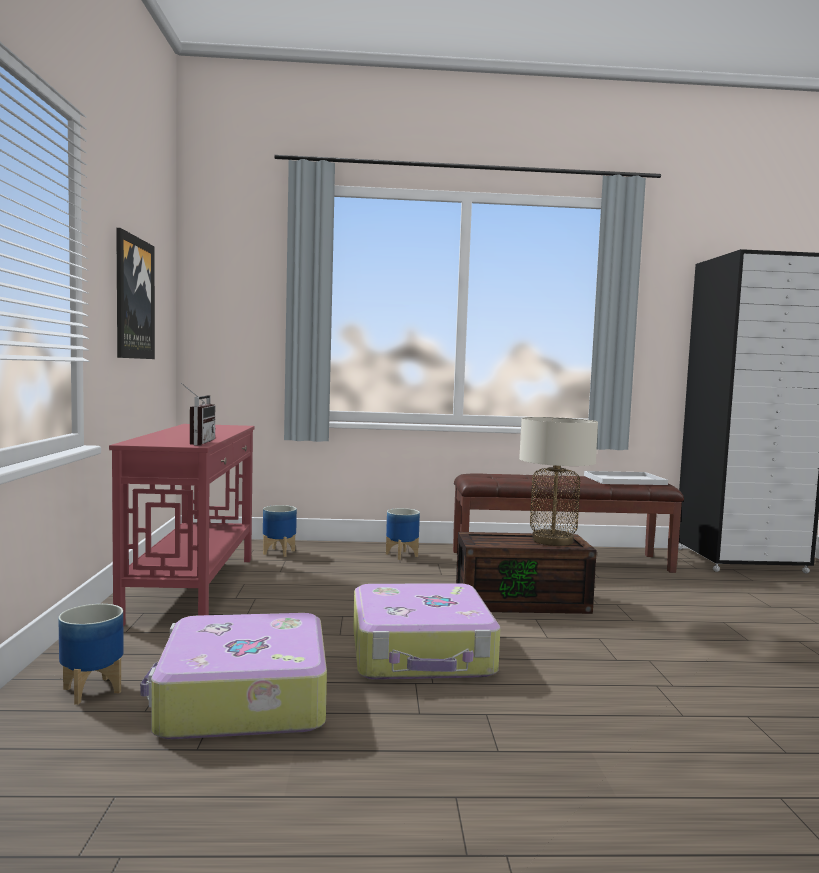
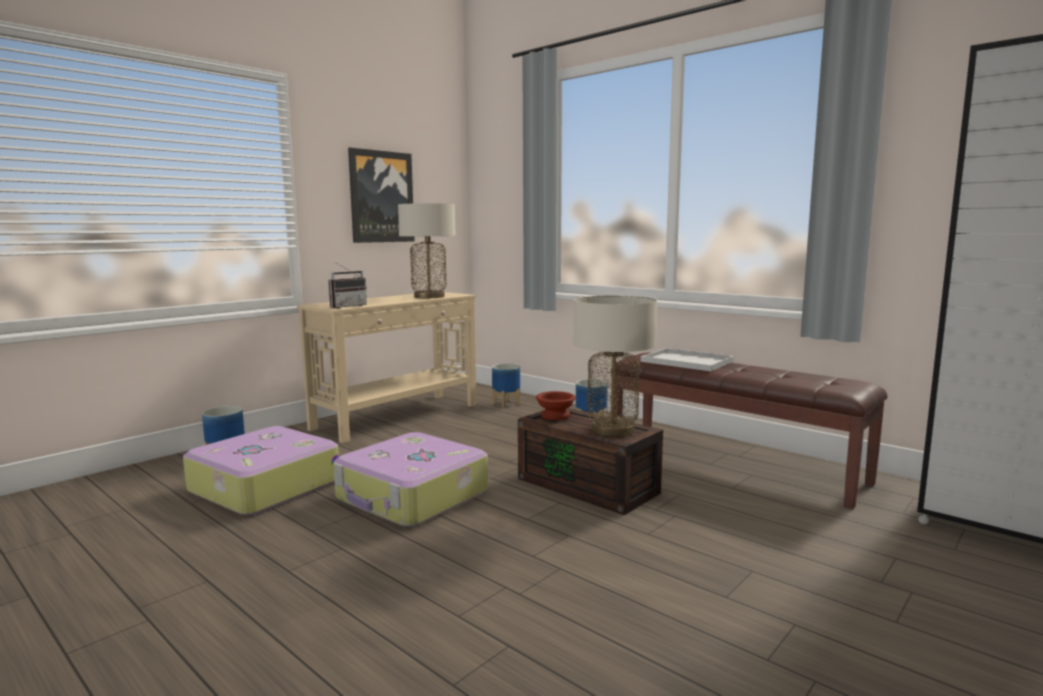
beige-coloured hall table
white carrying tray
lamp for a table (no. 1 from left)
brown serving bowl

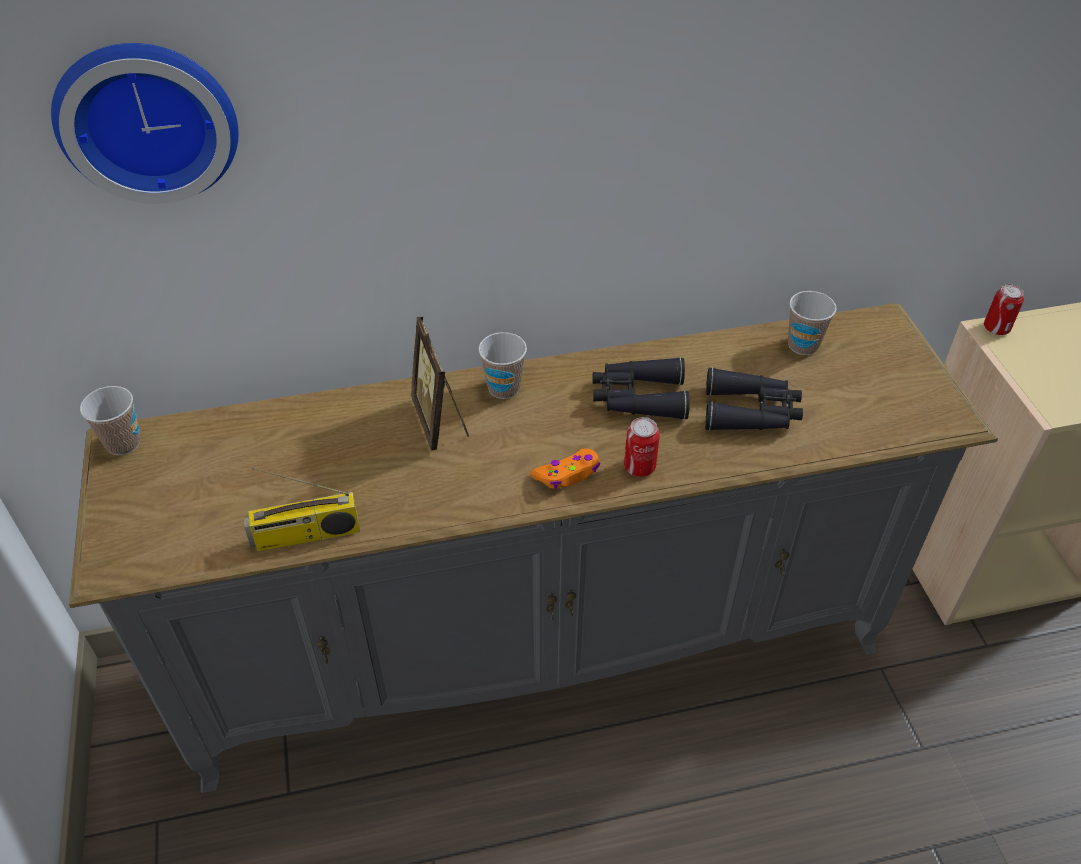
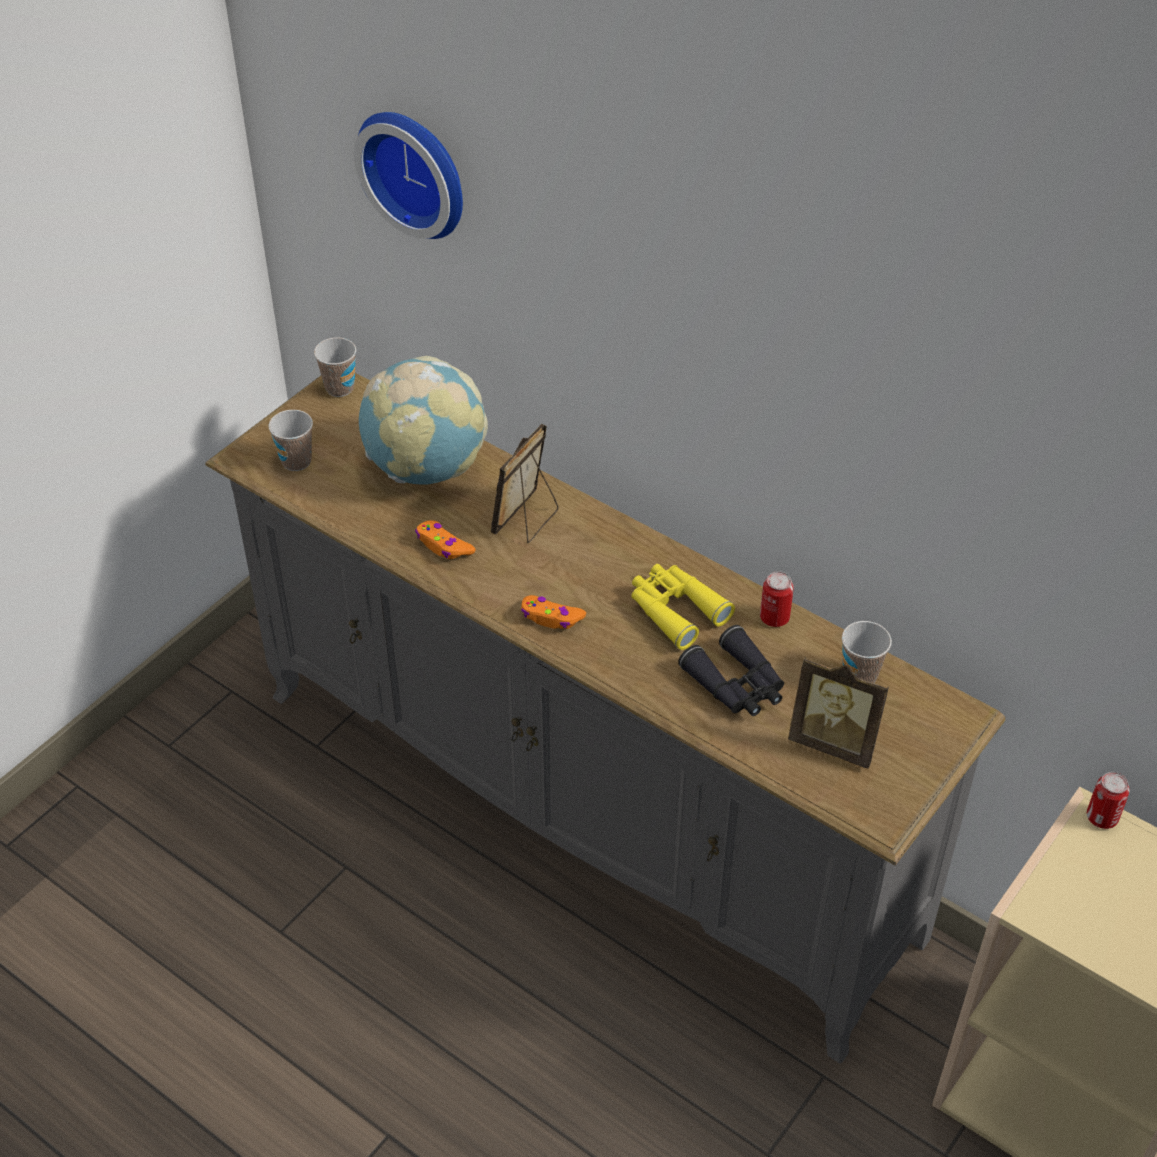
radio set
cup (no. 1 from left)
yellow binoculars
sealed can (no. 1 from left)
desk globe
orange game controller (no. 1 from left)
standing frame (no. 2 from left)

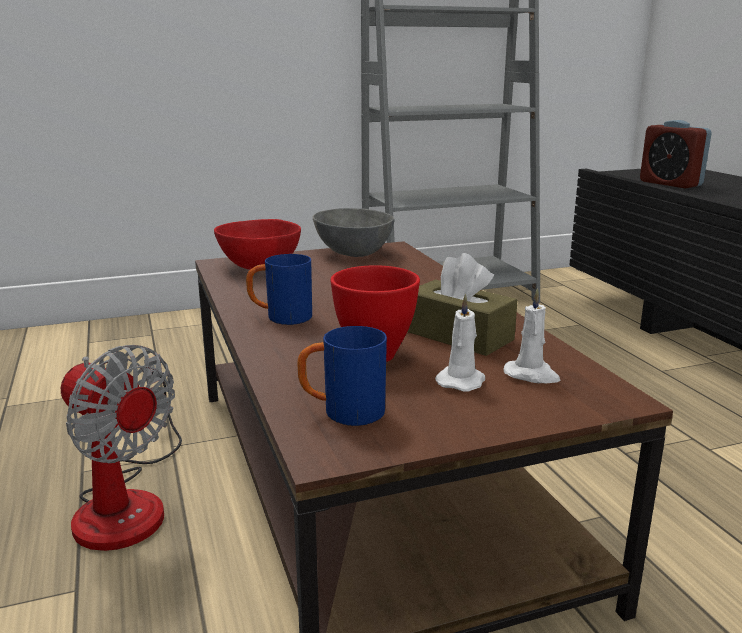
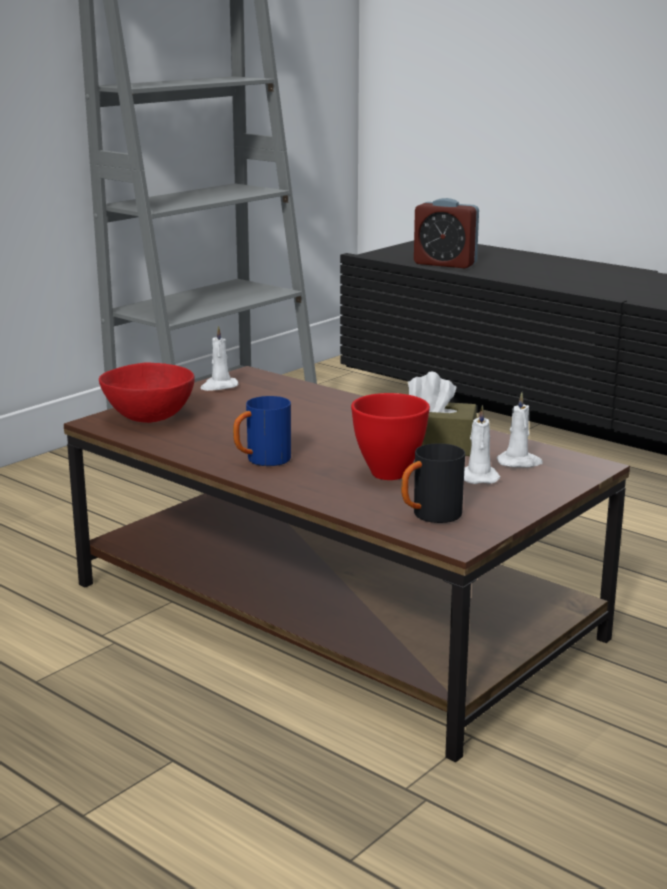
fan
blackish mug
white wax candle (no. 1 from left)

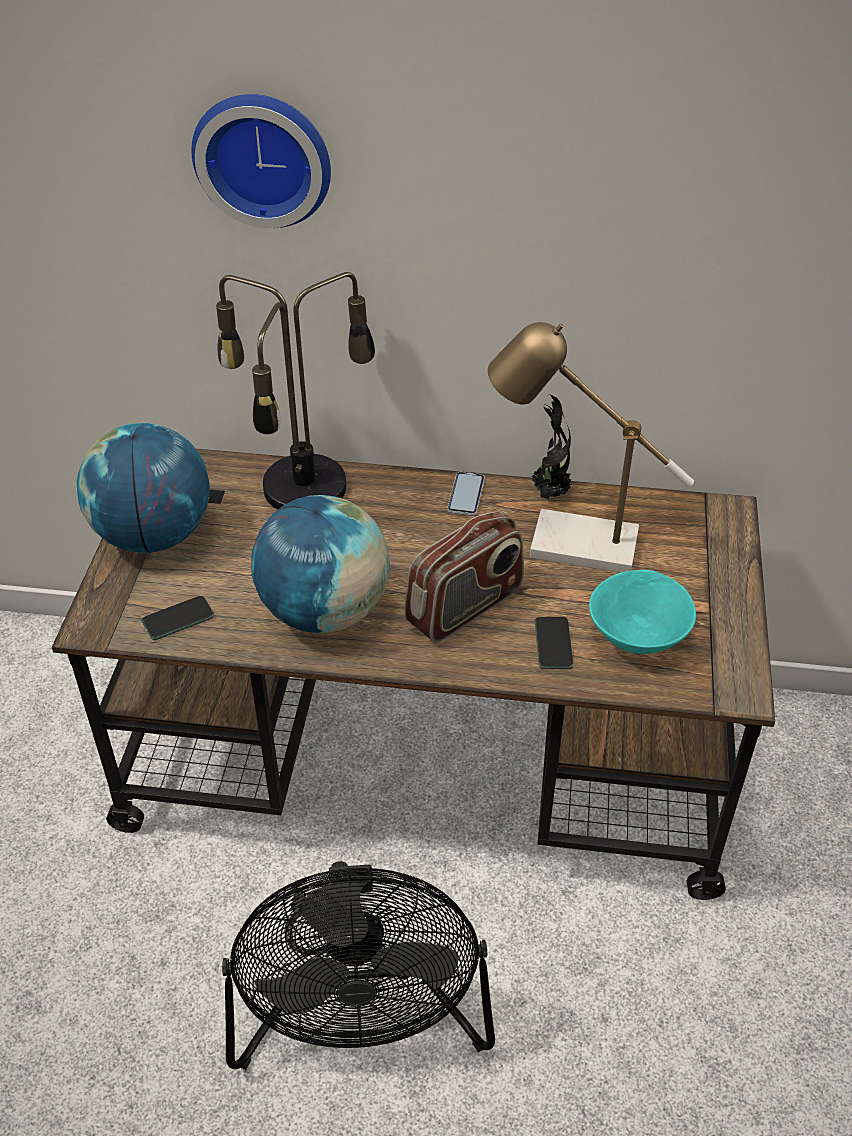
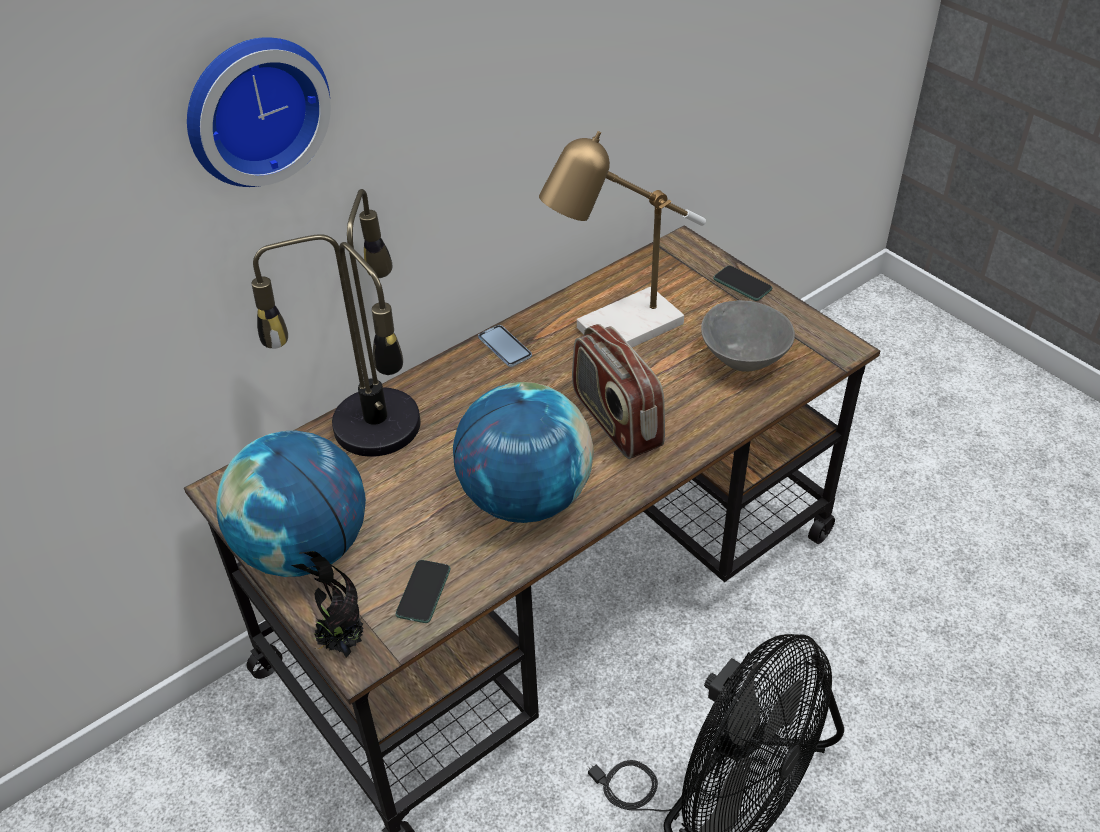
radio set
plant in a pot
phone (no. 3 from left)
gray serving bowl

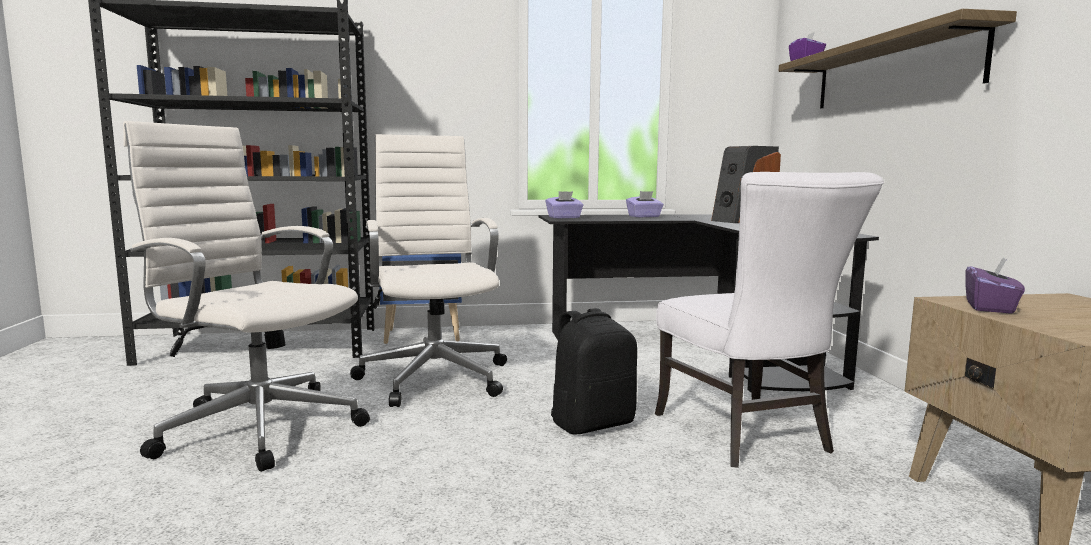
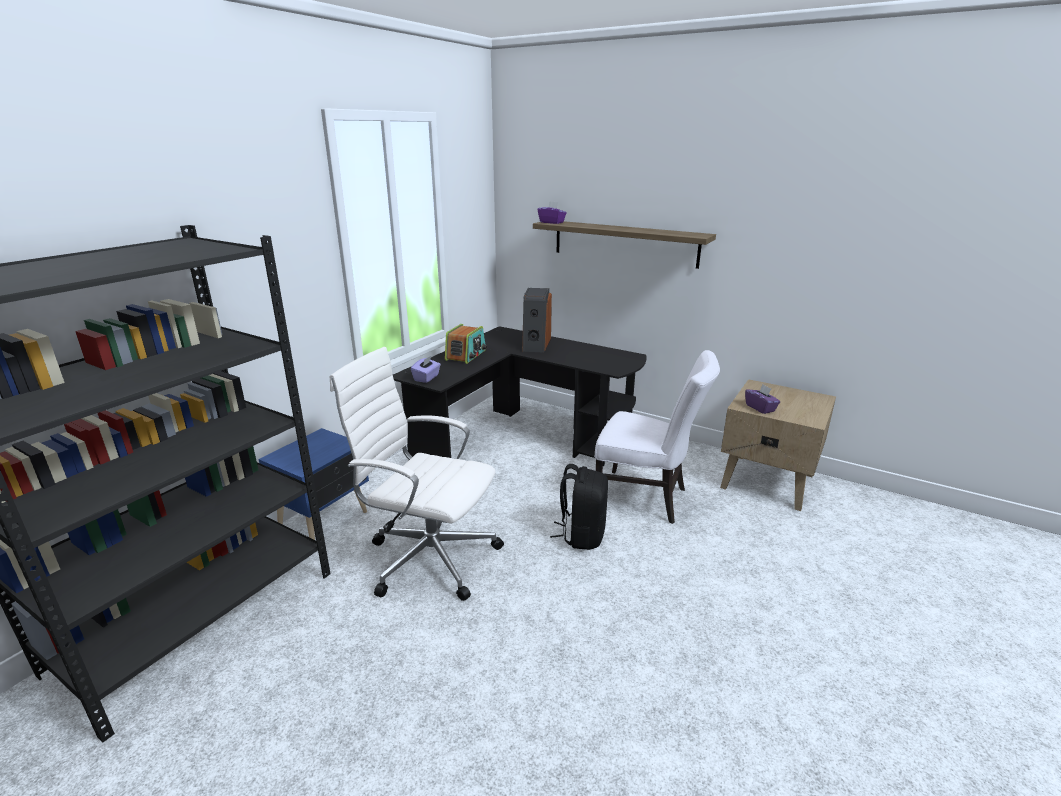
white office chair (no. 1 from left in the first image)
radio set

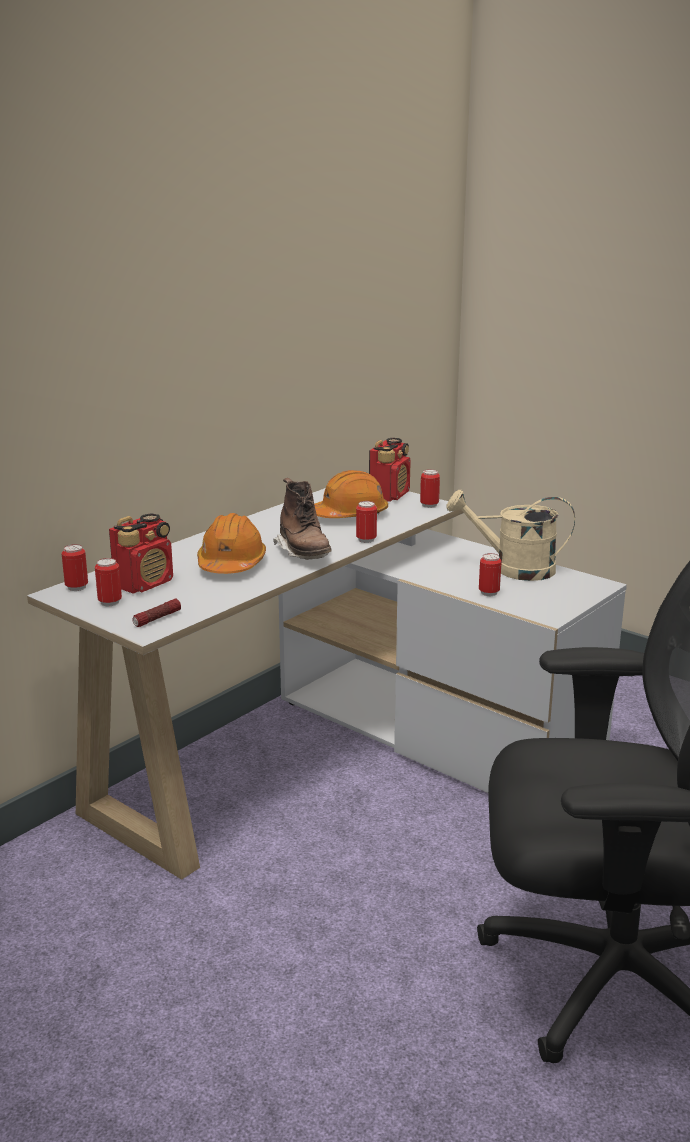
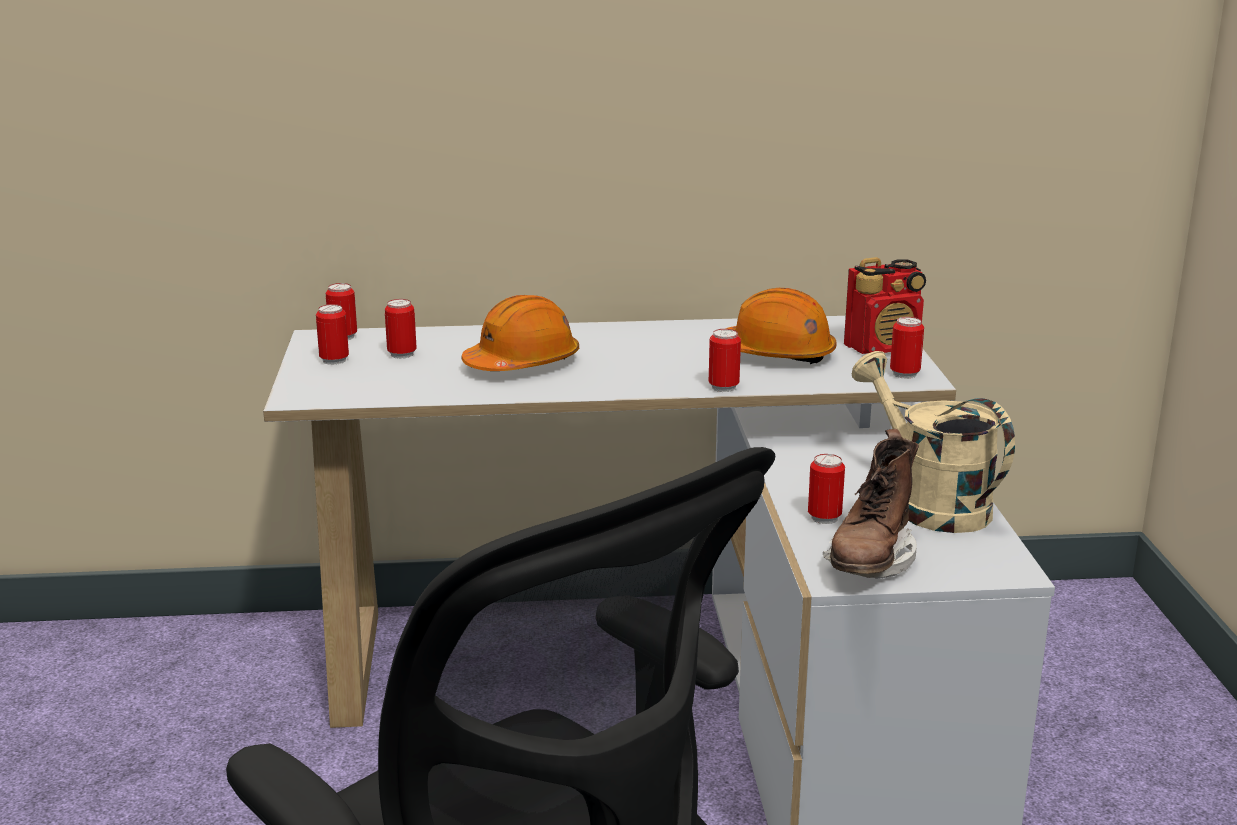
sealed can (no. 3 from left)
flashlight
brown high-top boot

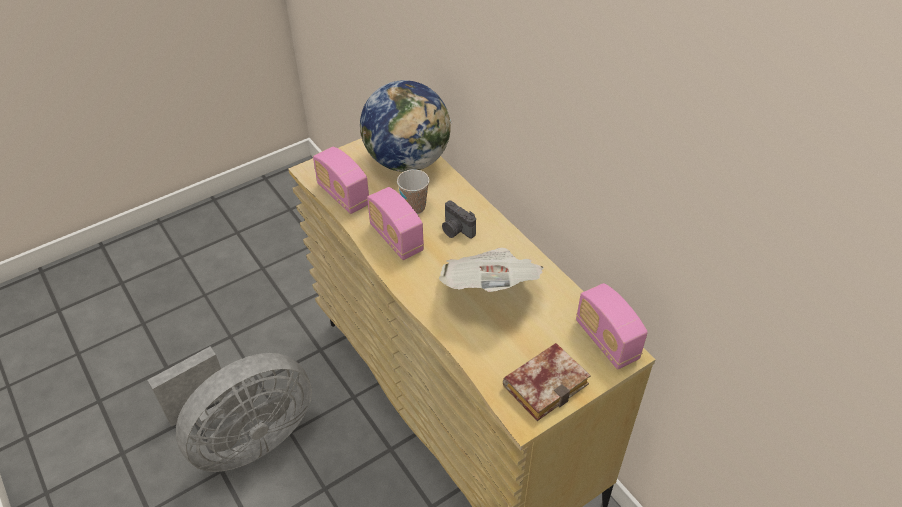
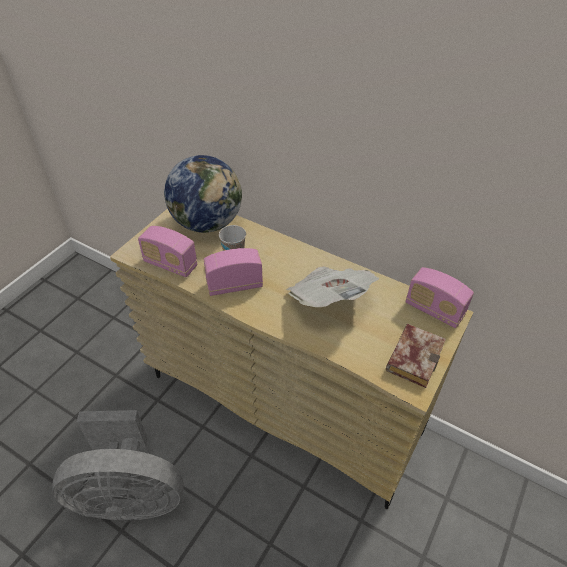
gray fan
radio set (no. 2 from left)
photo camera

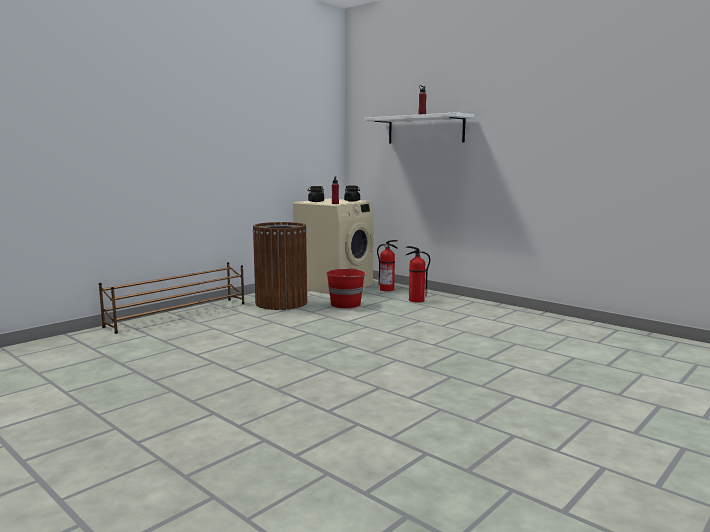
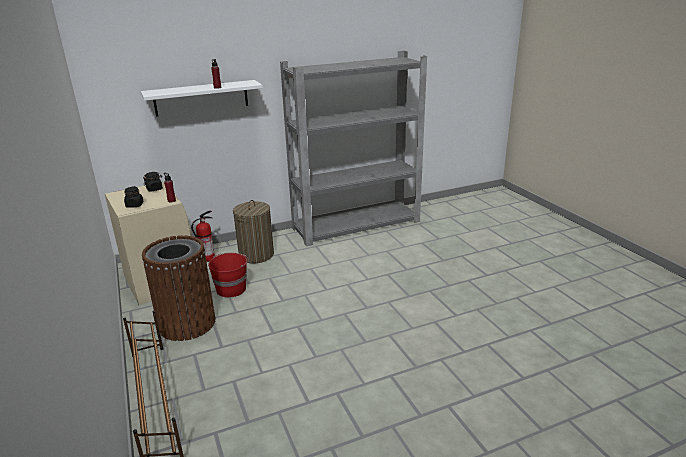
hamper
gray bookcase

